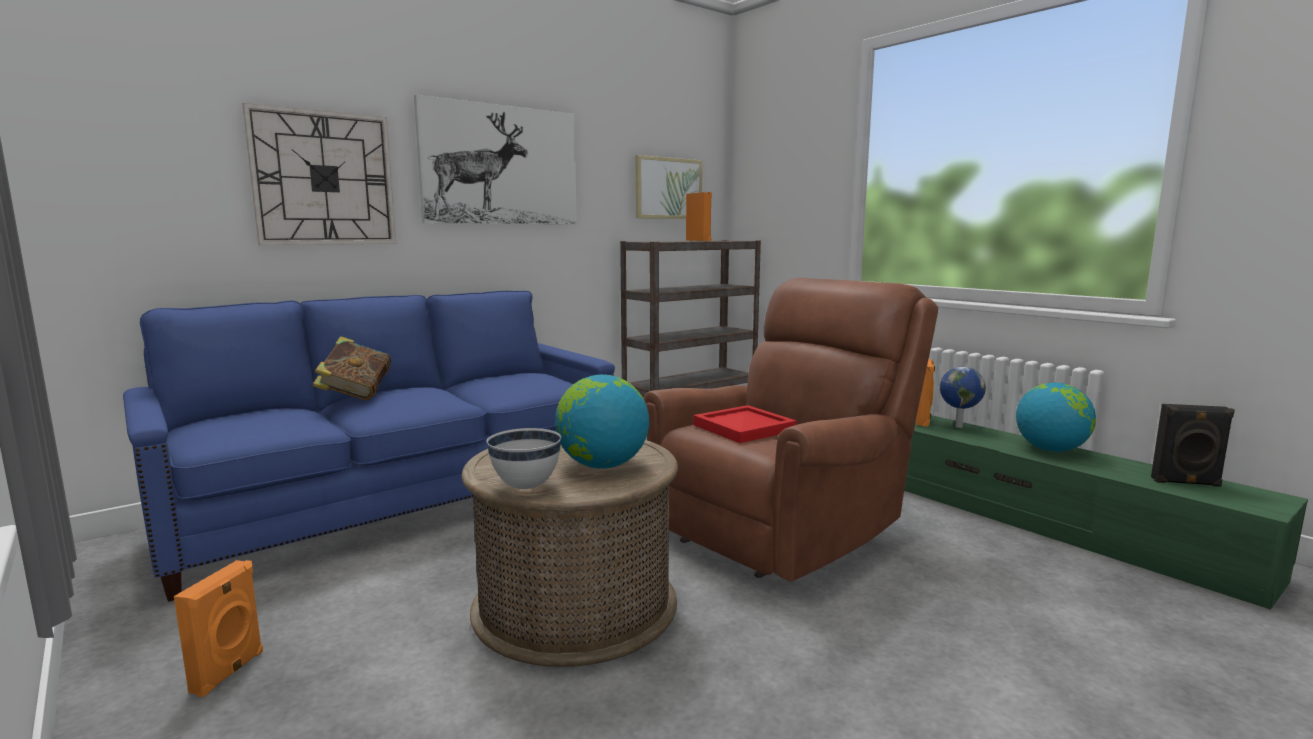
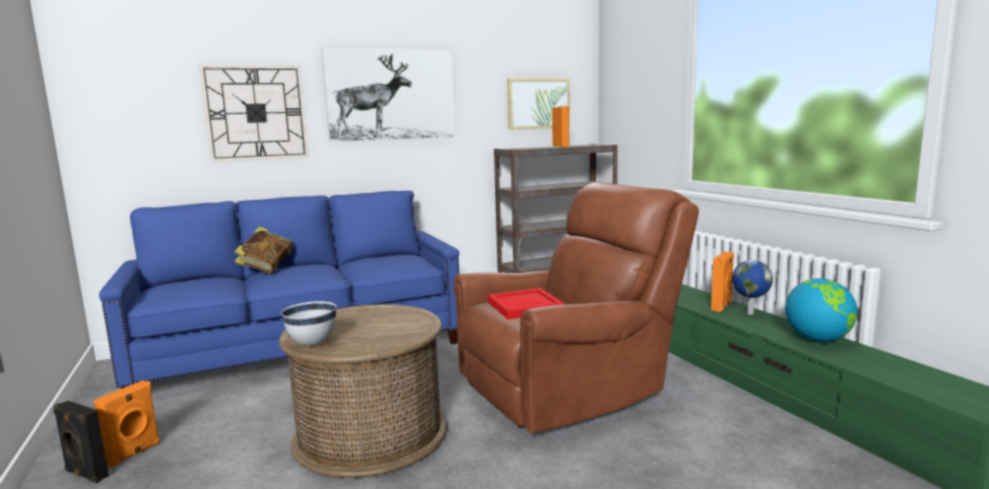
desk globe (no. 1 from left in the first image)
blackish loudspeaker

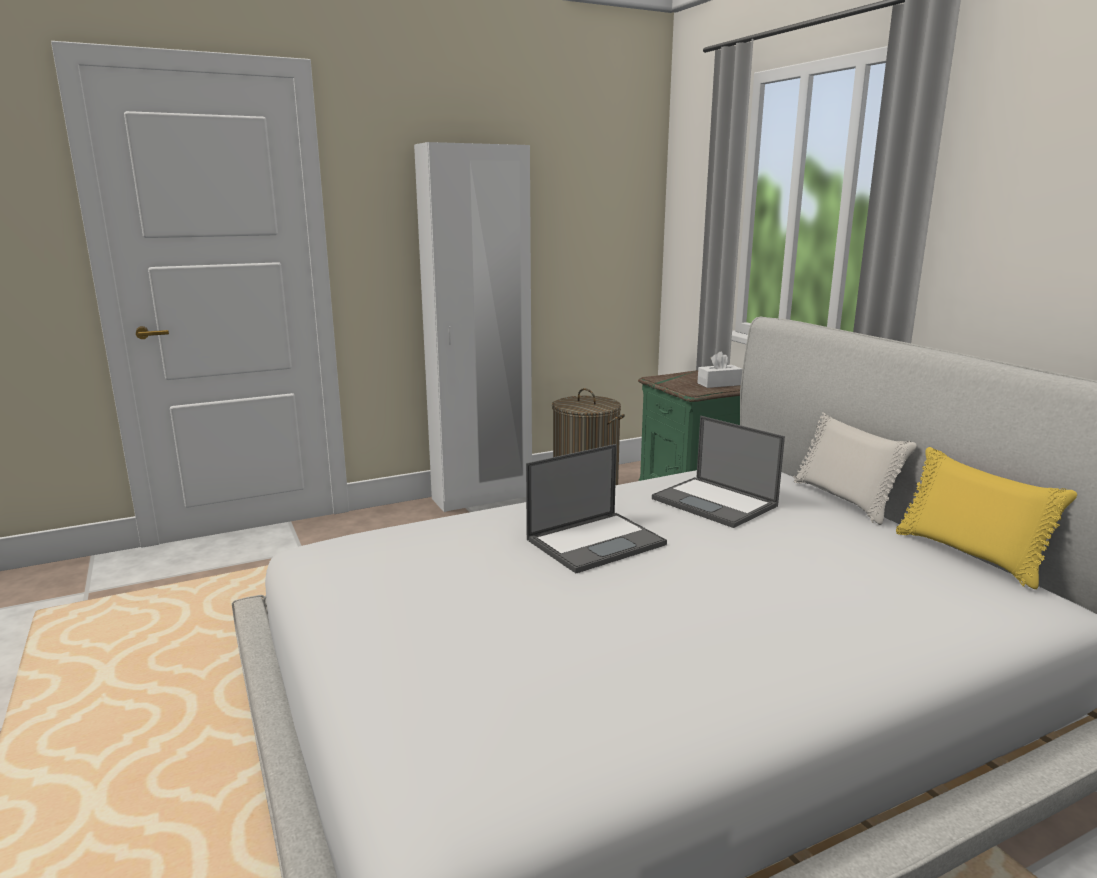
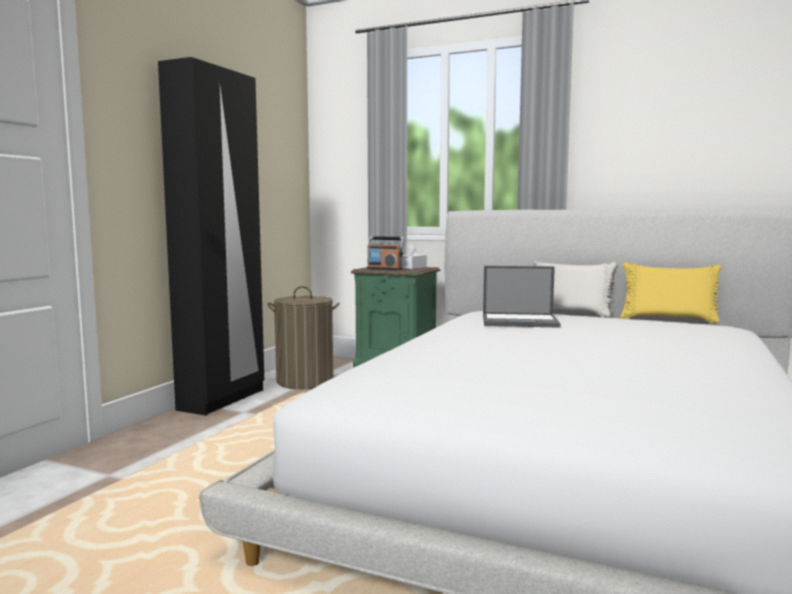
blackish clothes cupboard
portable computer (no. 1 from left in the first image)
radio set

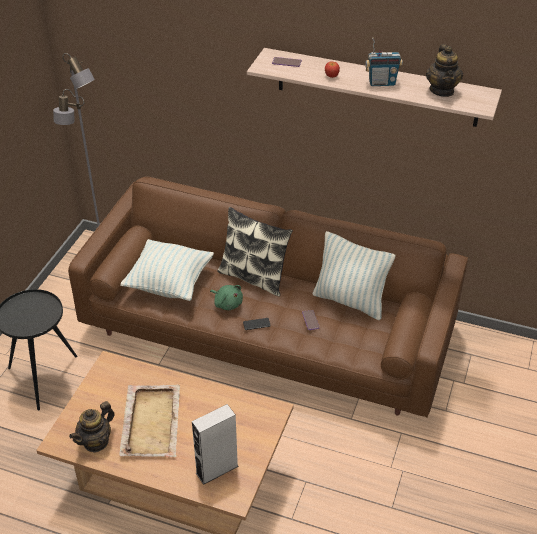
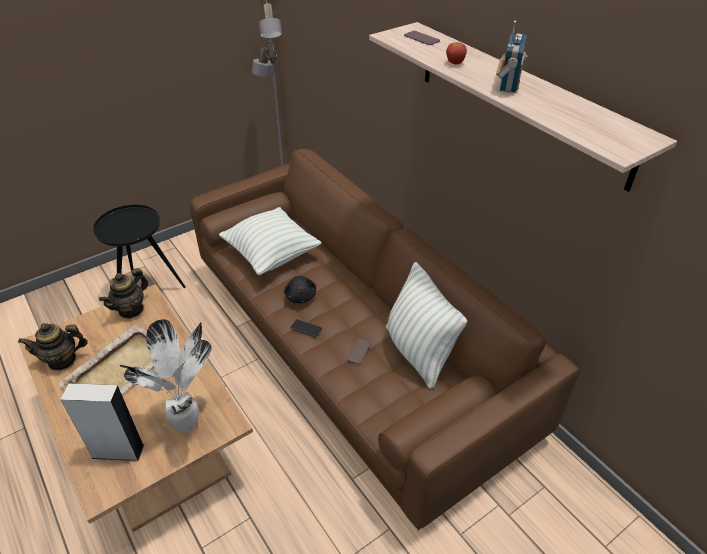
blackish cuddly toy
throw pillow (no. 2 from left in the first image)
radio set
teapot (no. 2 from left)
plant in a pot

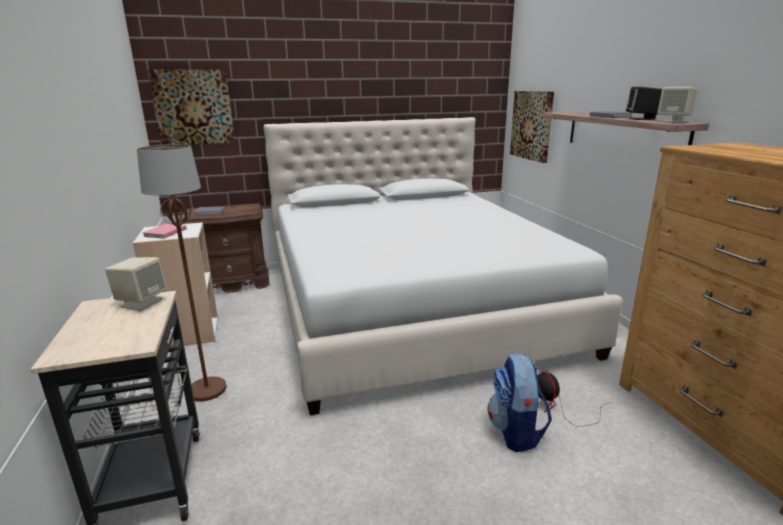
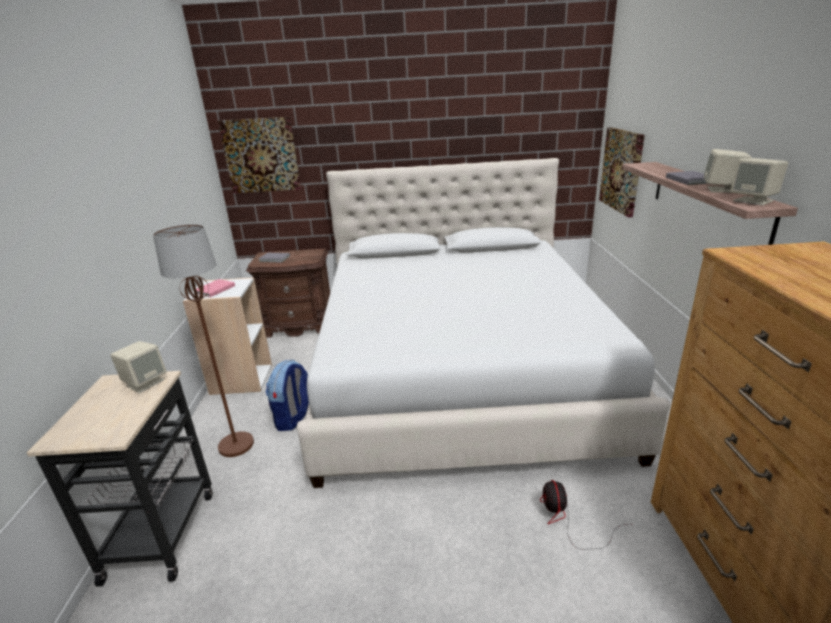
rucksack
beige-coloured loudspeaker (no. 2 from left)

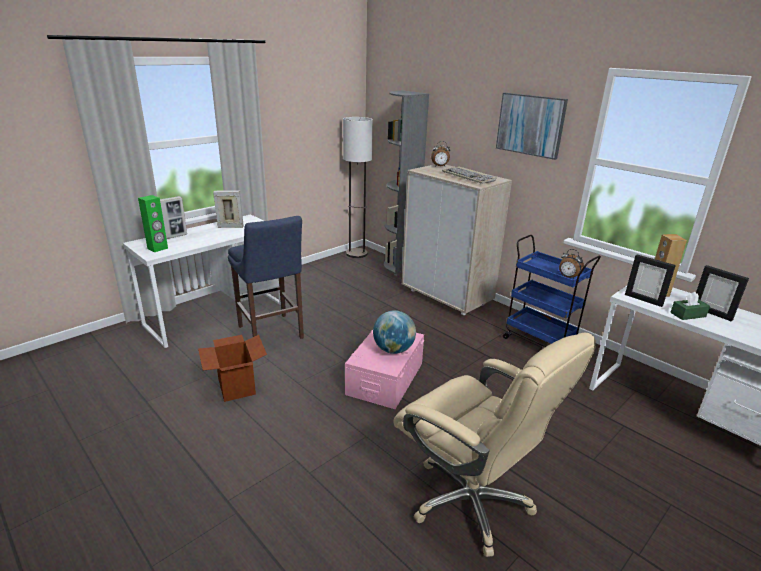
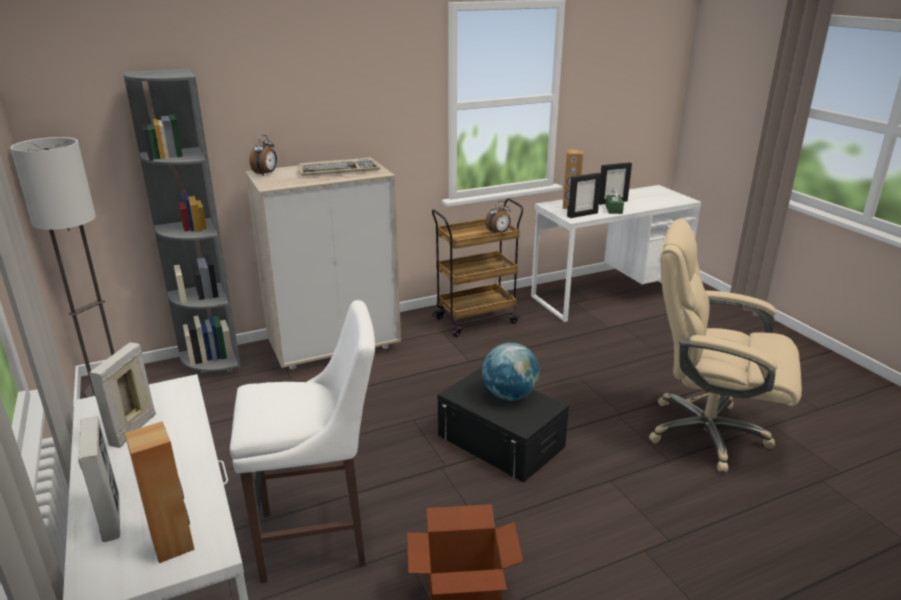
brown loudspeaker (no. 1 from left)
white sitting stool
blackish storage container
beige-coloured office chair
picture
brown cart

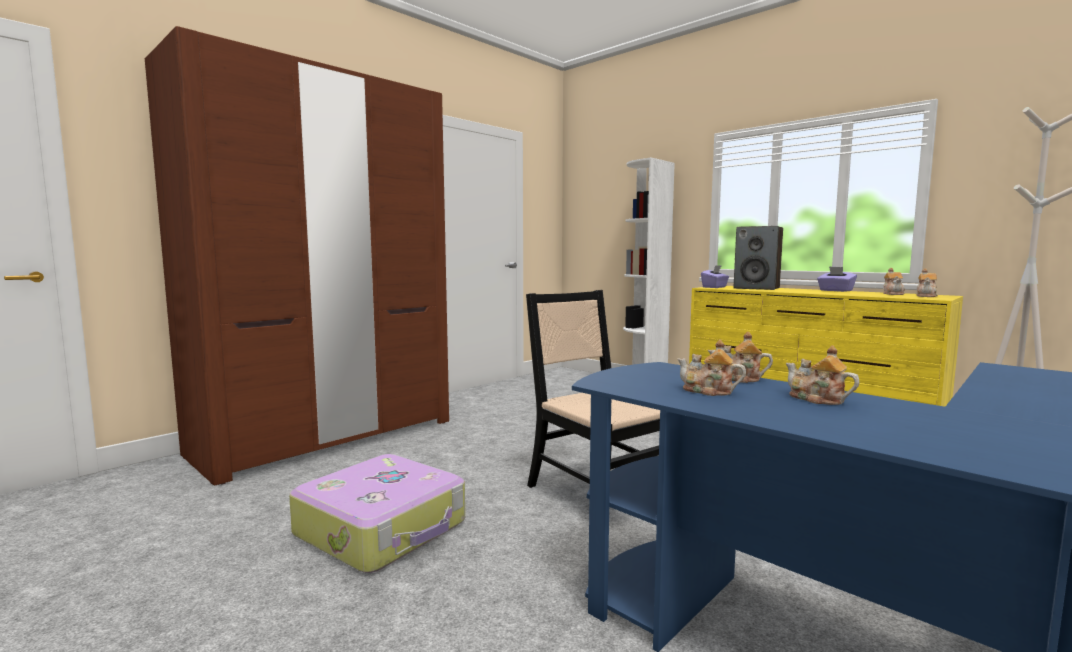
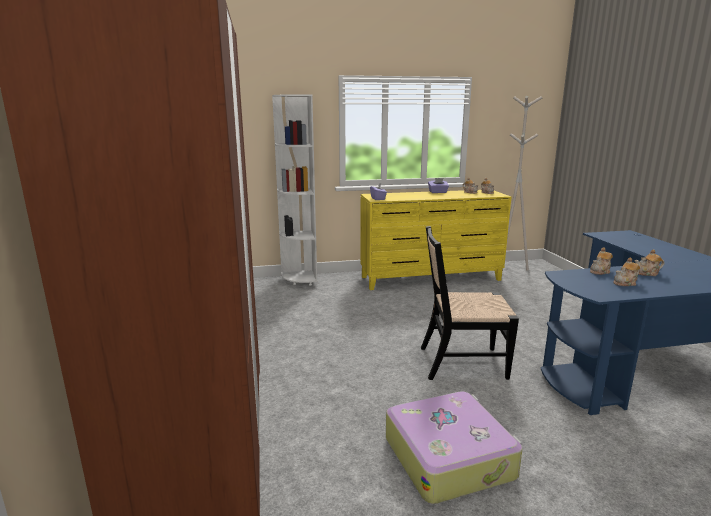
loudspeaker

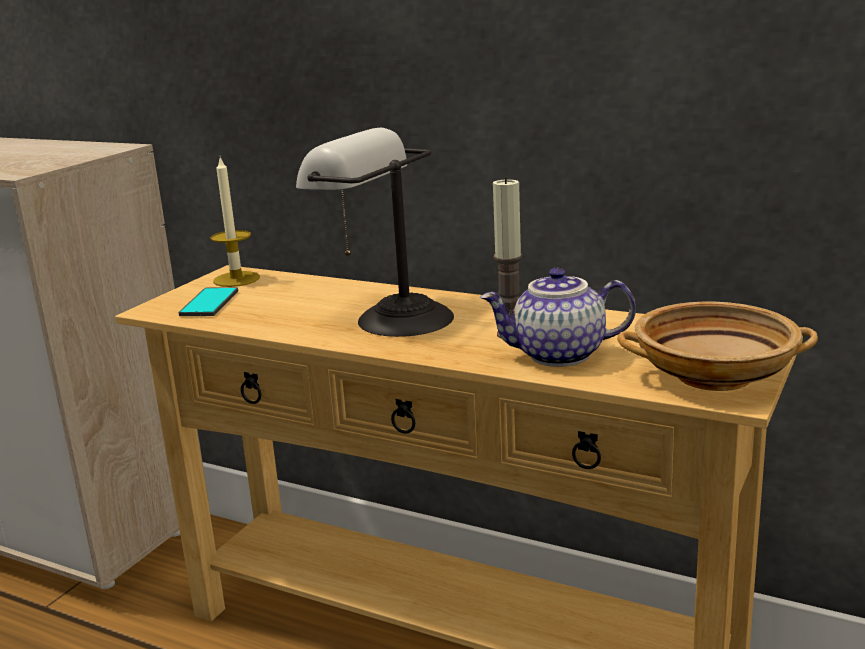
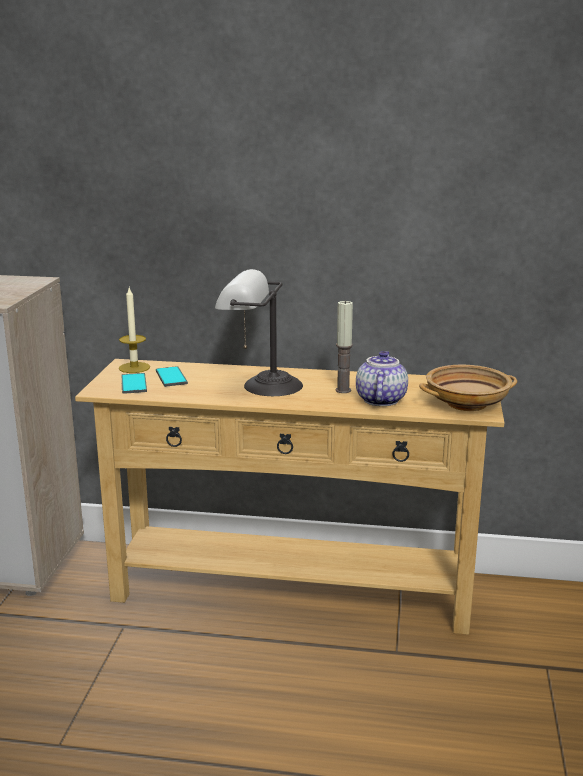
teapot
phone (no. 2 from left)

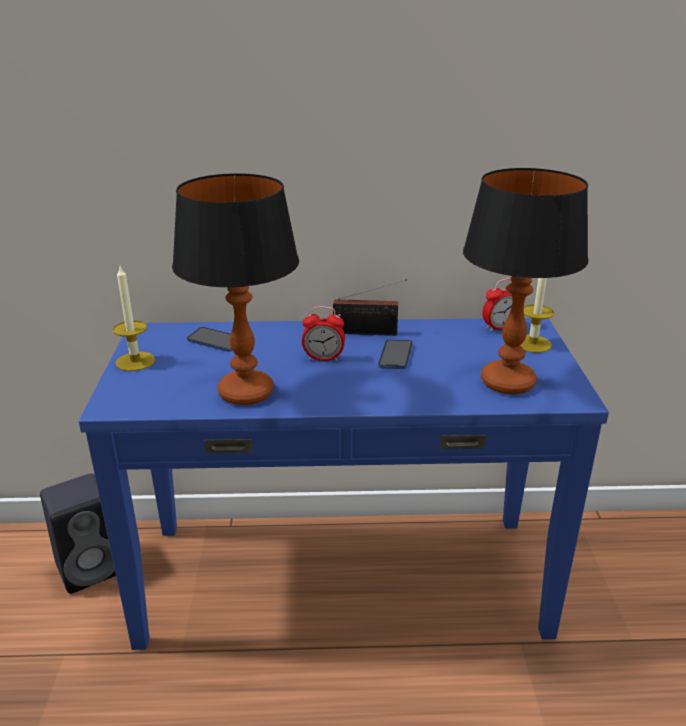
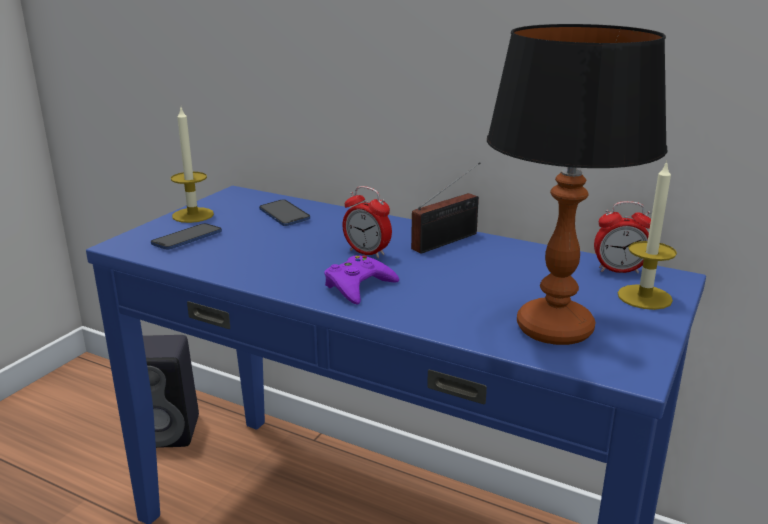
lamp for a table (no. 1 from left in the first image)
radio set
phone (no. 1 from left)
purple game controller

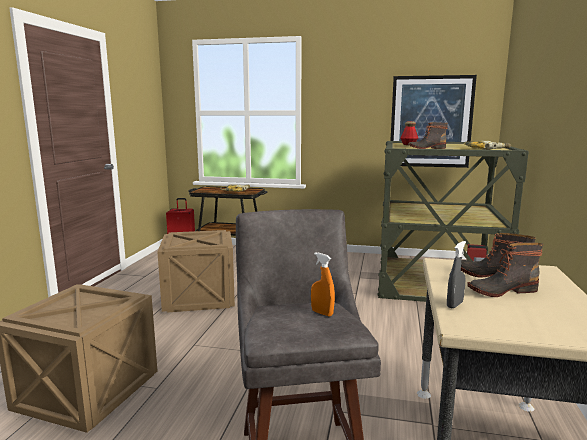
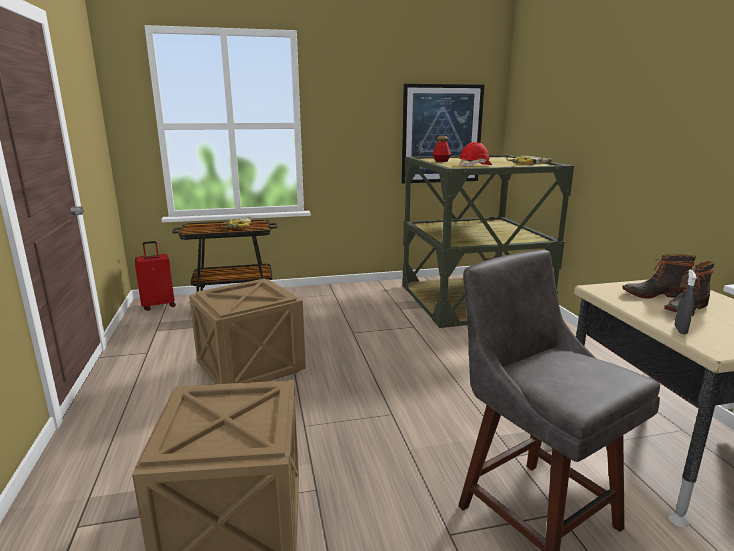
orange sprayer
red-coloured work helmet

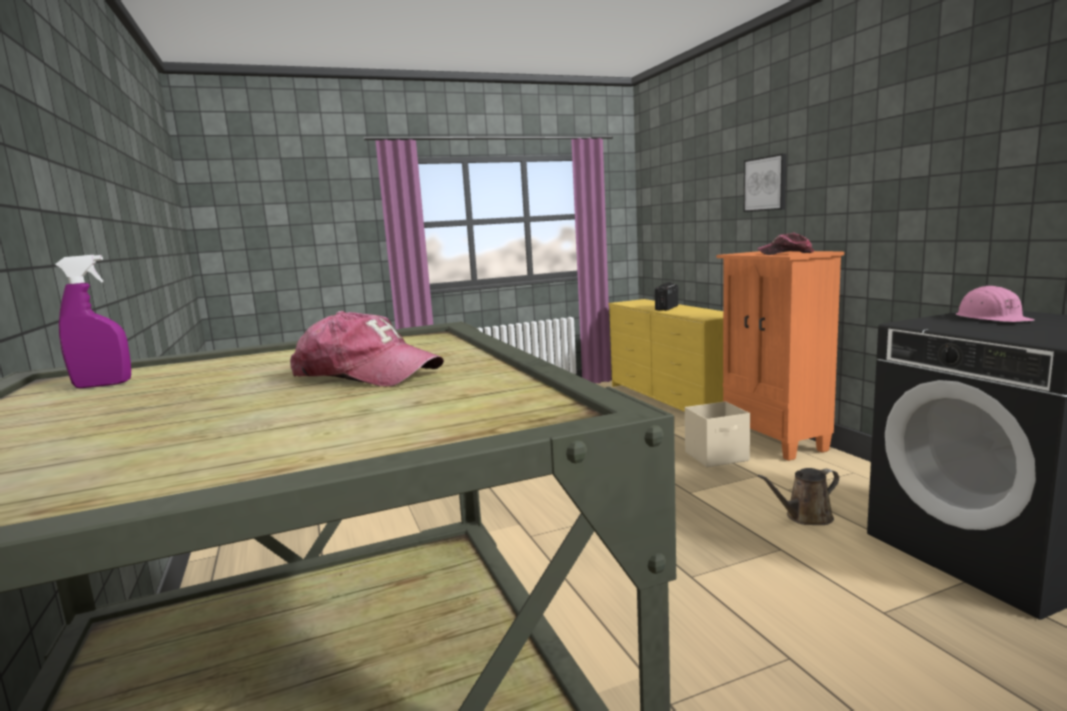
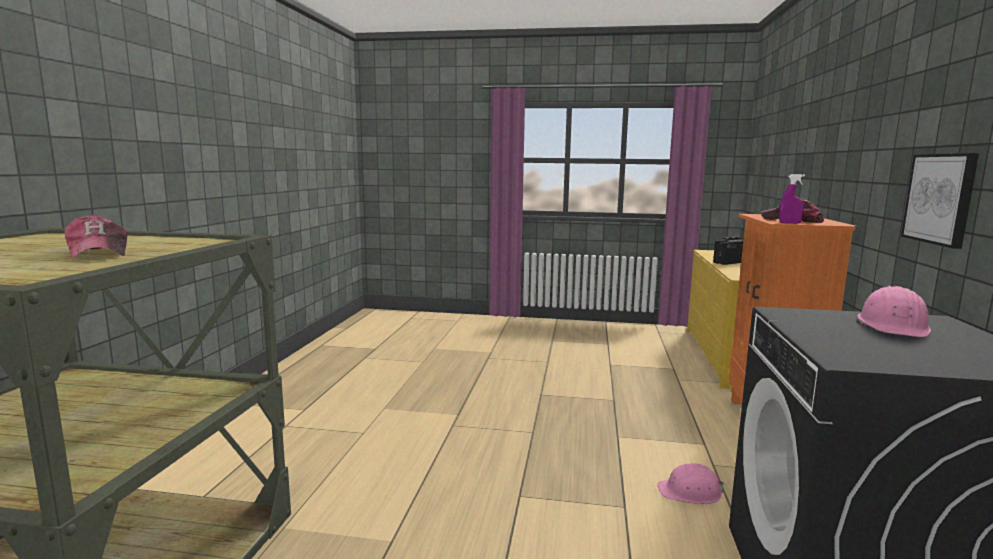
purple sprayer
beige-coloured storage container
picture
pink work helmet (no. 1 from left)

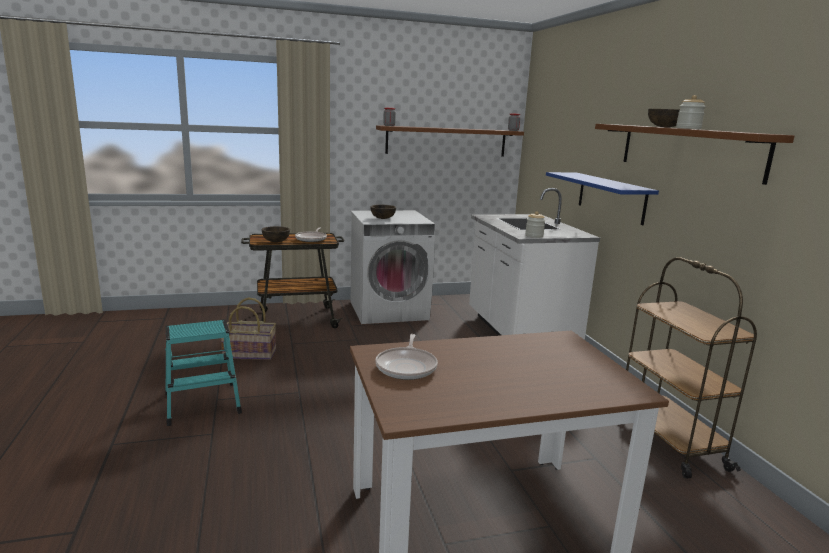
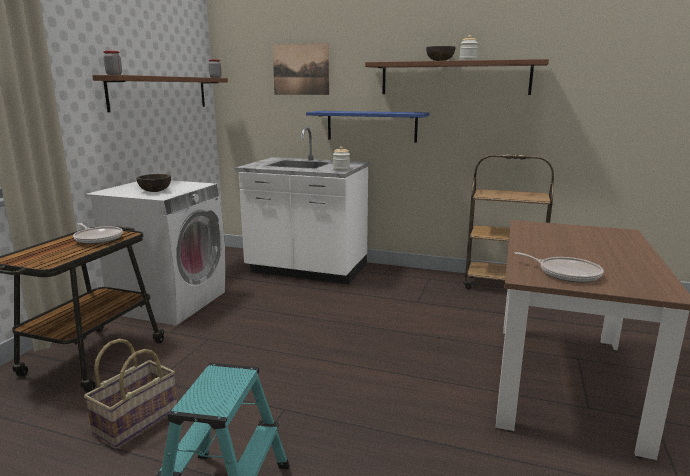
brown serving bowl (no. 1 from left in the first image)
picture

